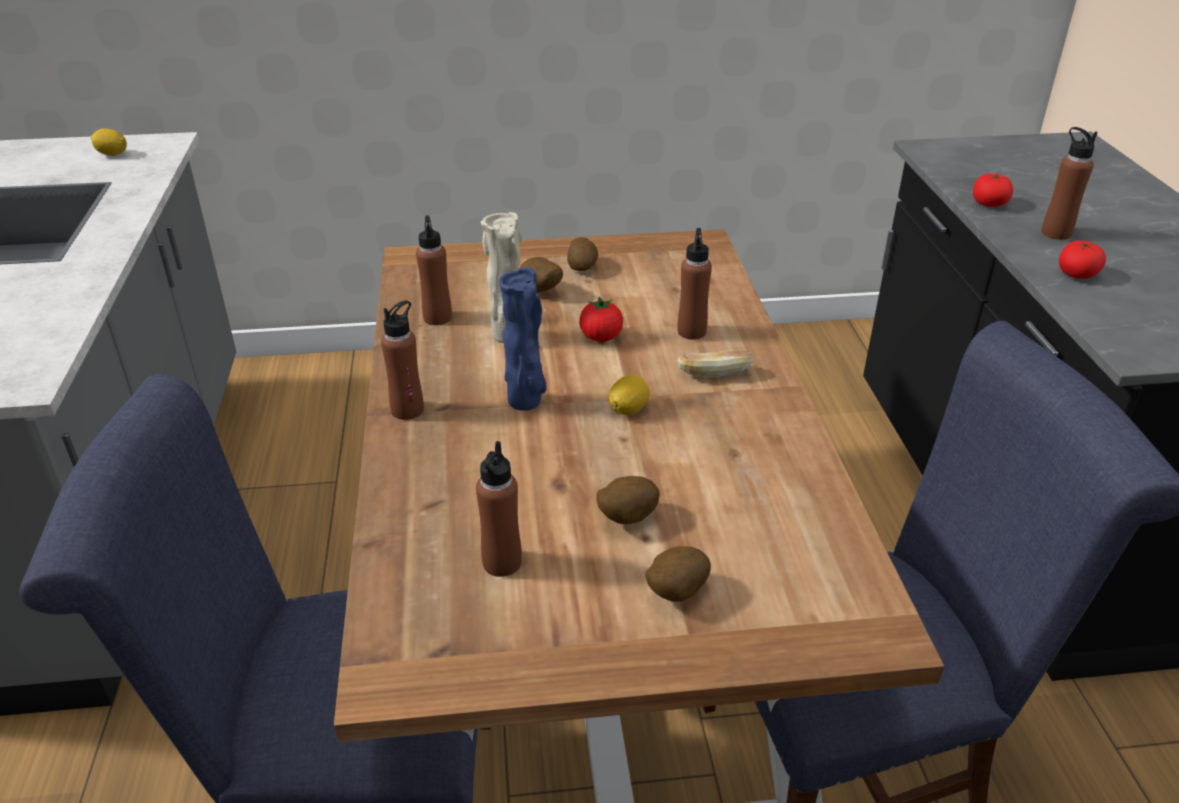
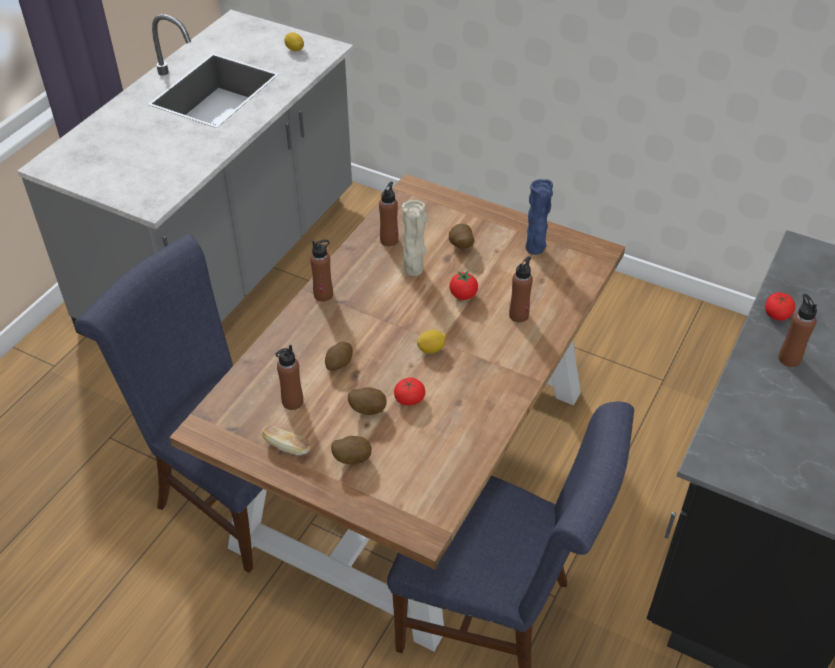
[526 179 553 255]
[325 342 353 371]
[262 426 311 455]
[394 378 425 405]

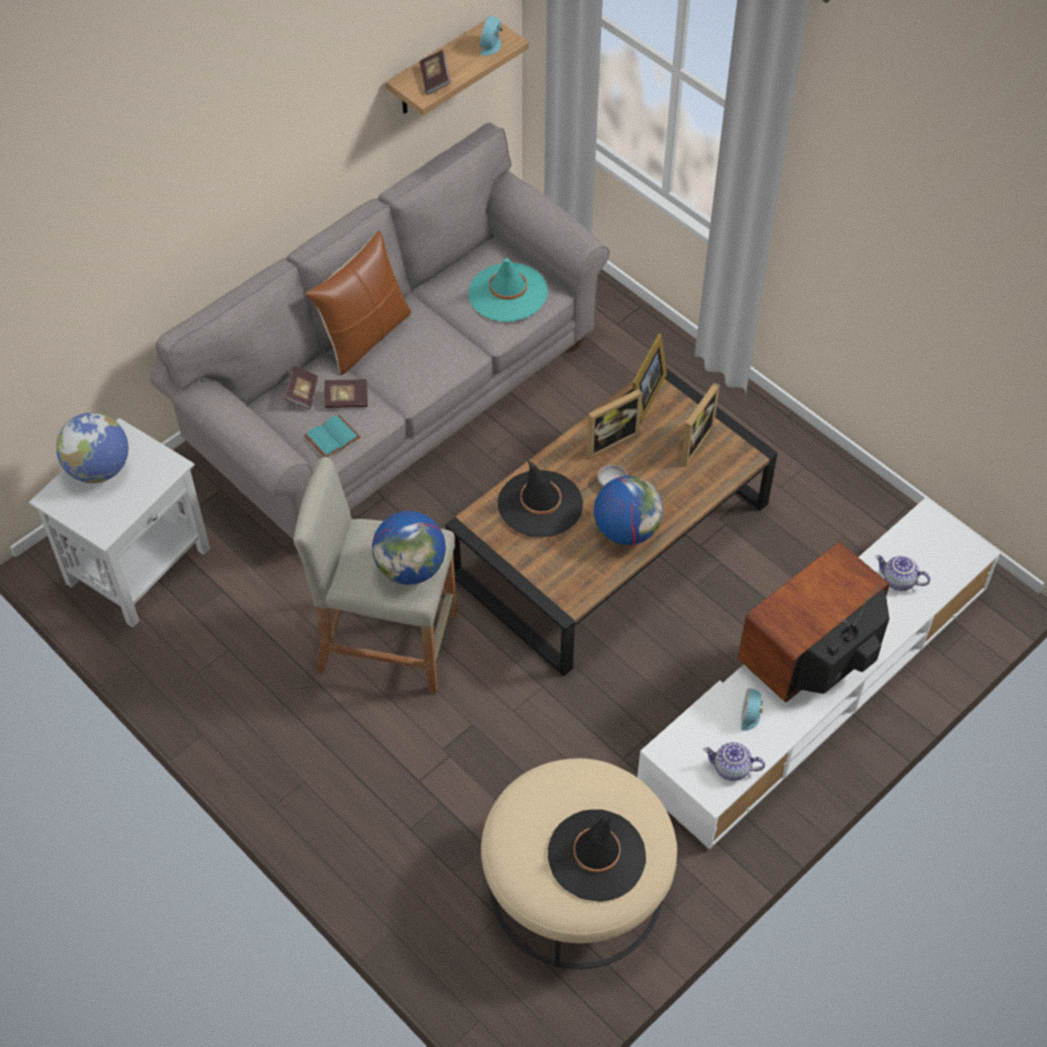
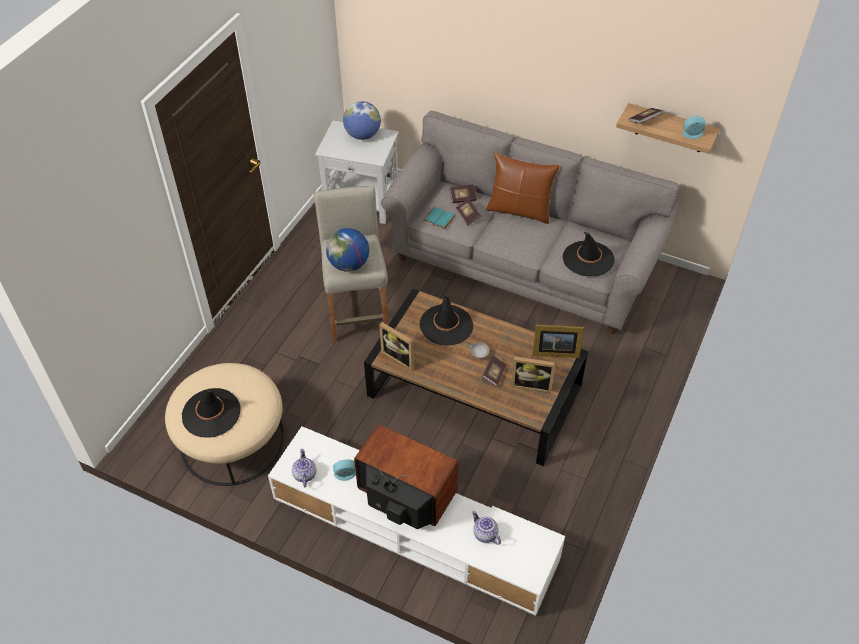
[594 476 663 545] (first image)
[481 355 506 386]
[379 322 414 371]
[563 231 615 276]
[472 511 501 545]

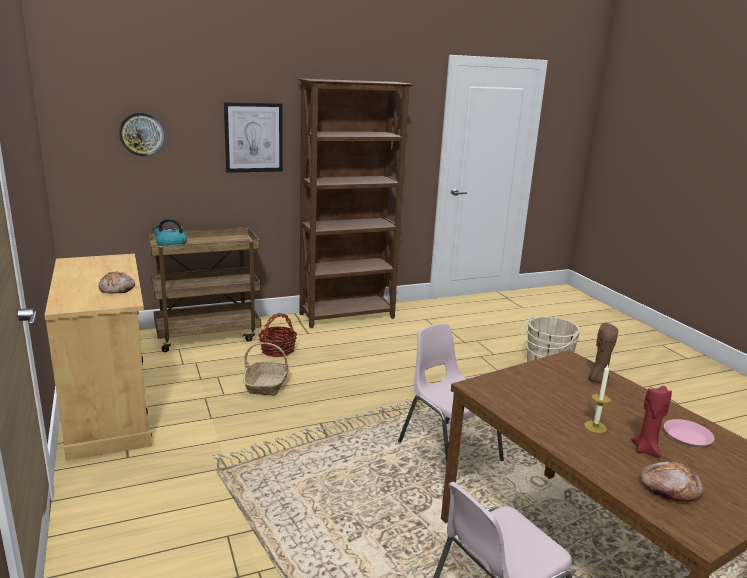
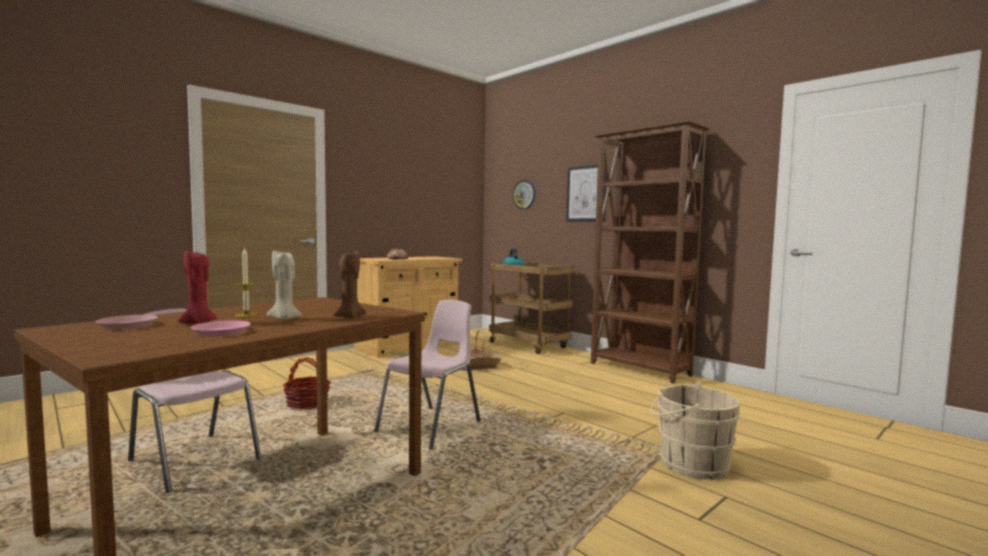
[267 249 302 320]
[283 357 331 409]
[96 315 158 329]

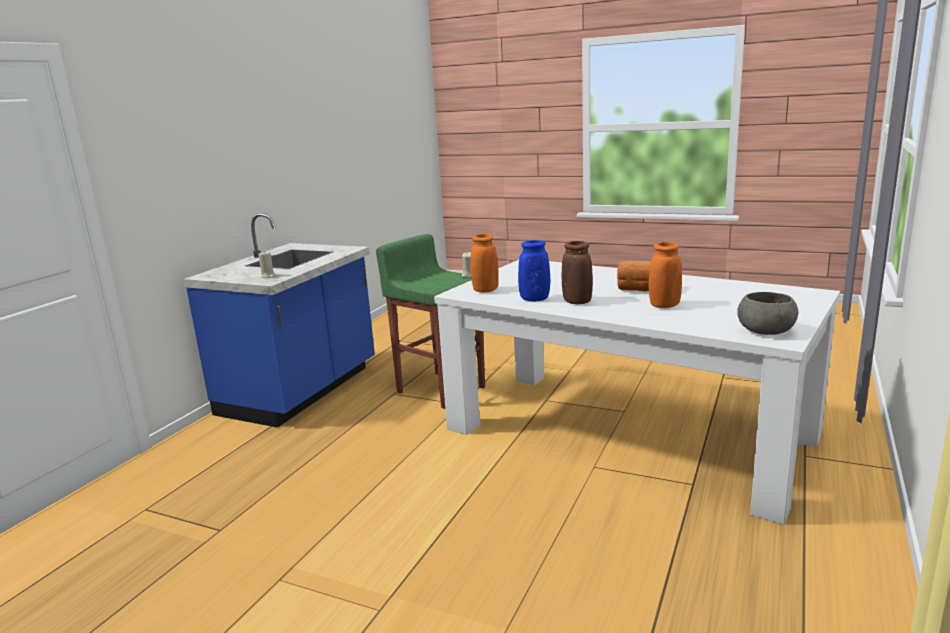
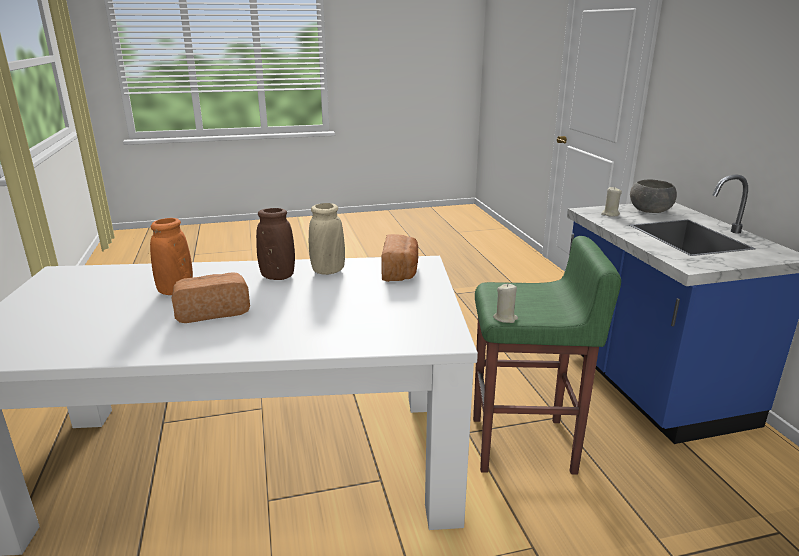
[630 180 677 213]
[381 234 419 282]
[309 203 345 275]

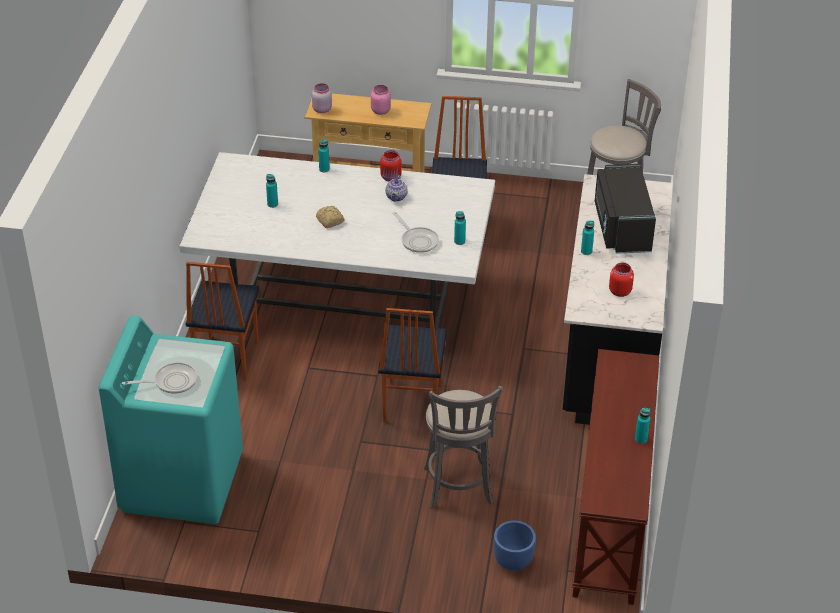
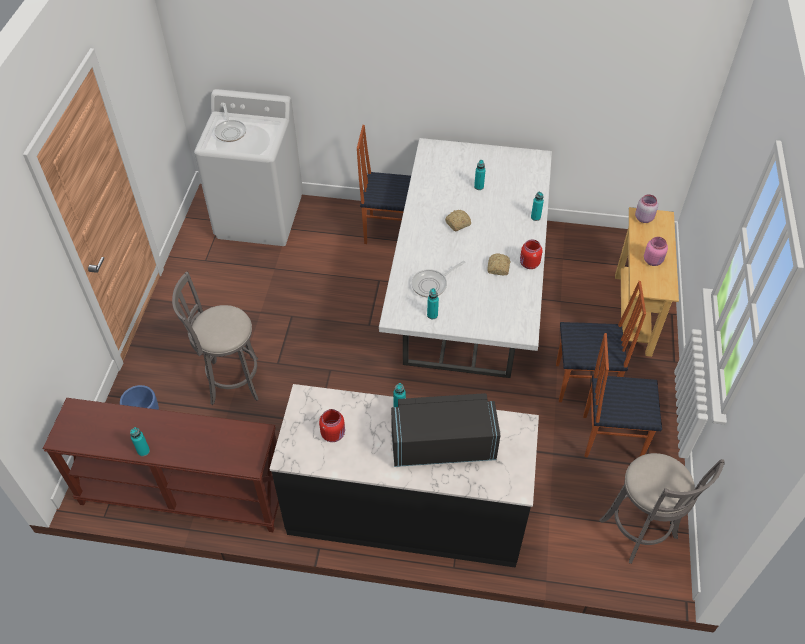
[583 333 662 457]
[488 253 511 275]
[194 89 303 246]

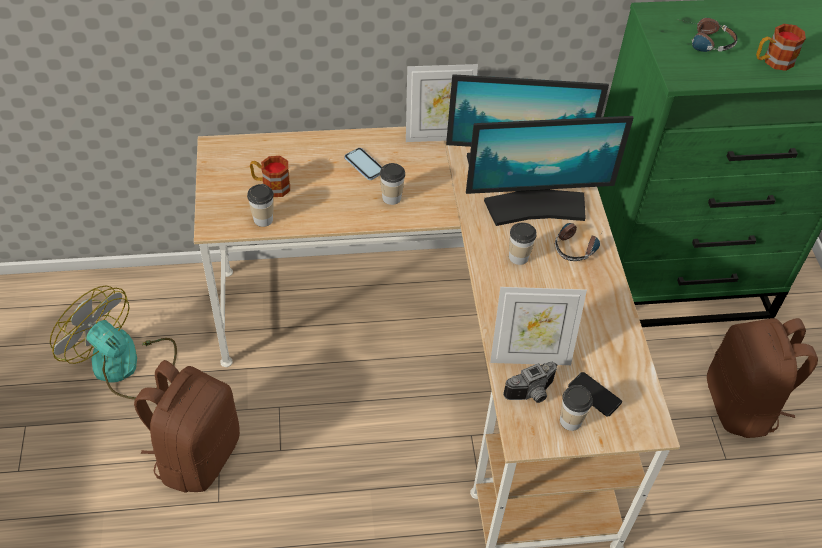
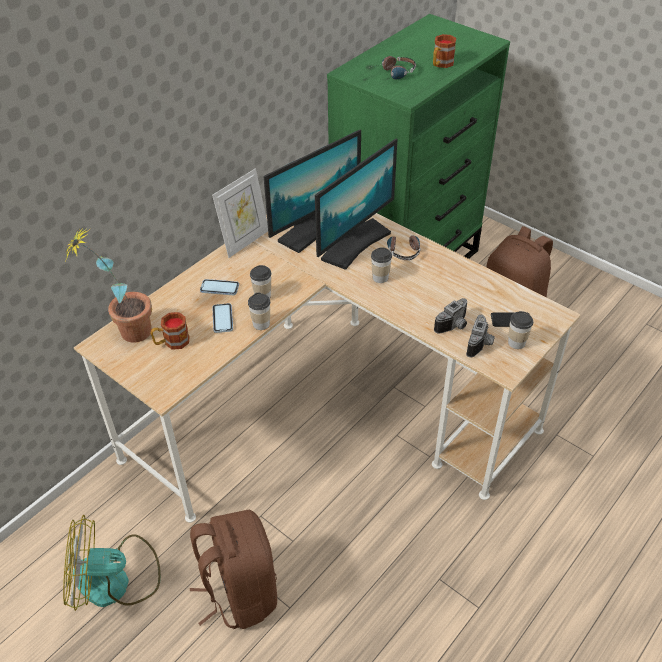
[66 227 152 343]
[212 303 233 333]
[248 293 270 330]
[434 298 467 334]

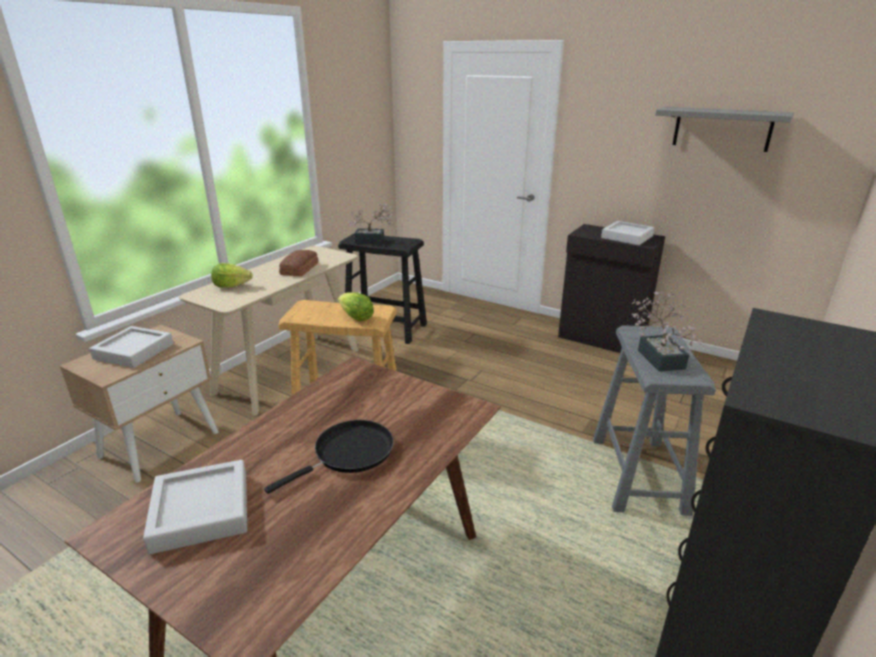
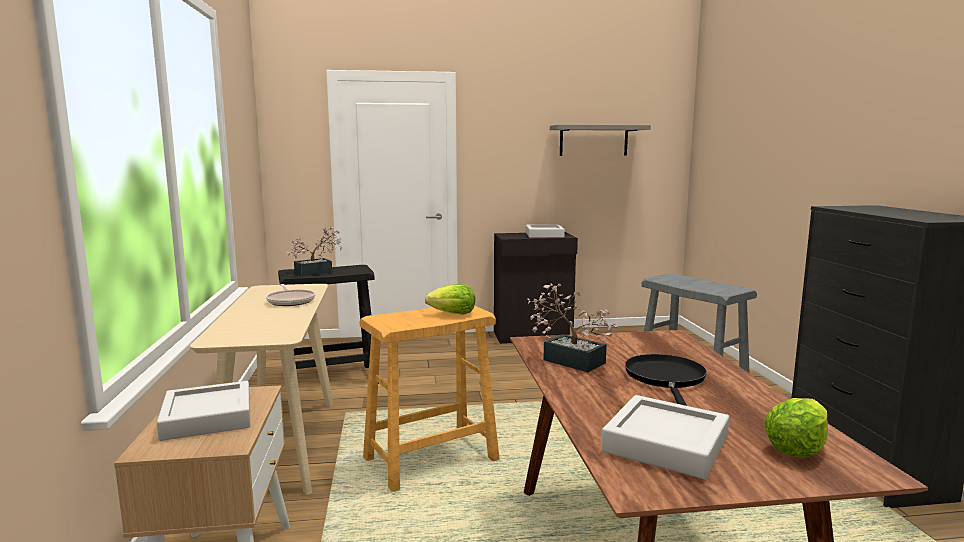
[764 398 828 457]
[527 283 619 372]
[266 284 315 306]

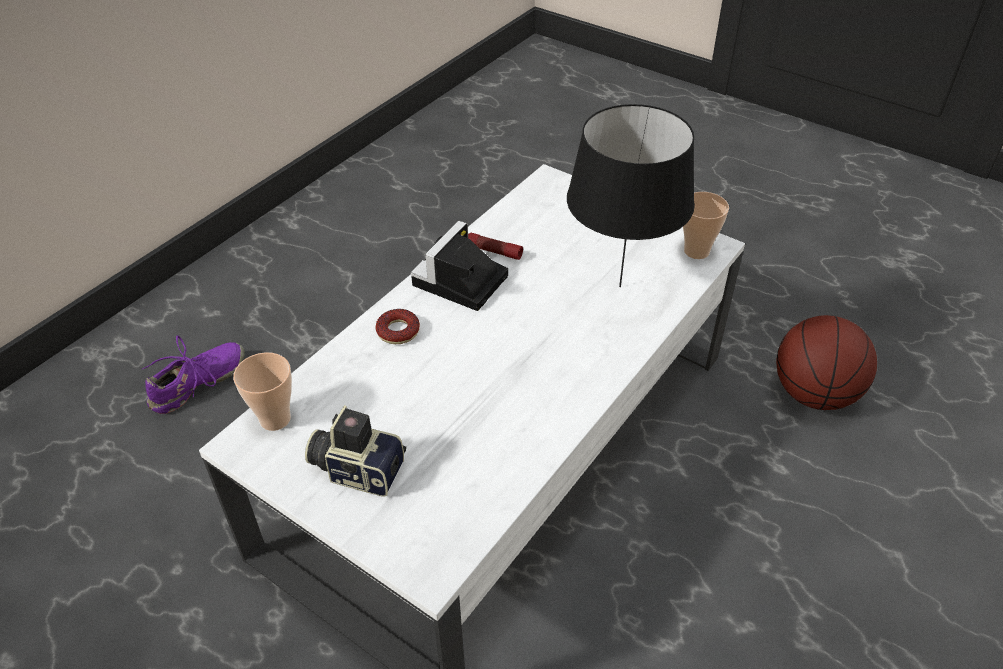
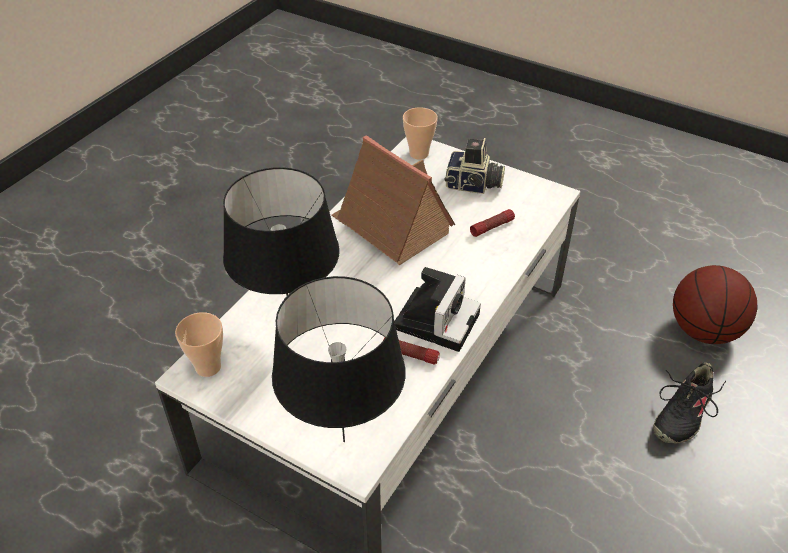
[376 309 420 344] (first image)
[272 276 406 442]
[332 135 455 265]
[470 209 515 237]
[403 107 438 159]
[673 265 757 344]
[653 363 726 444]

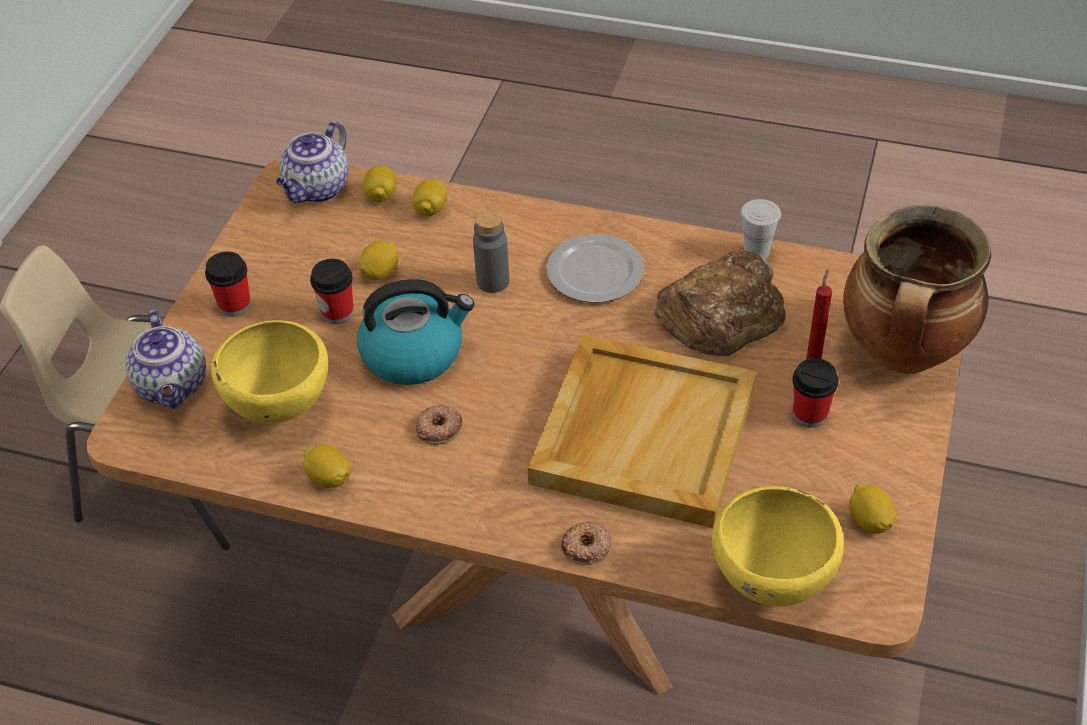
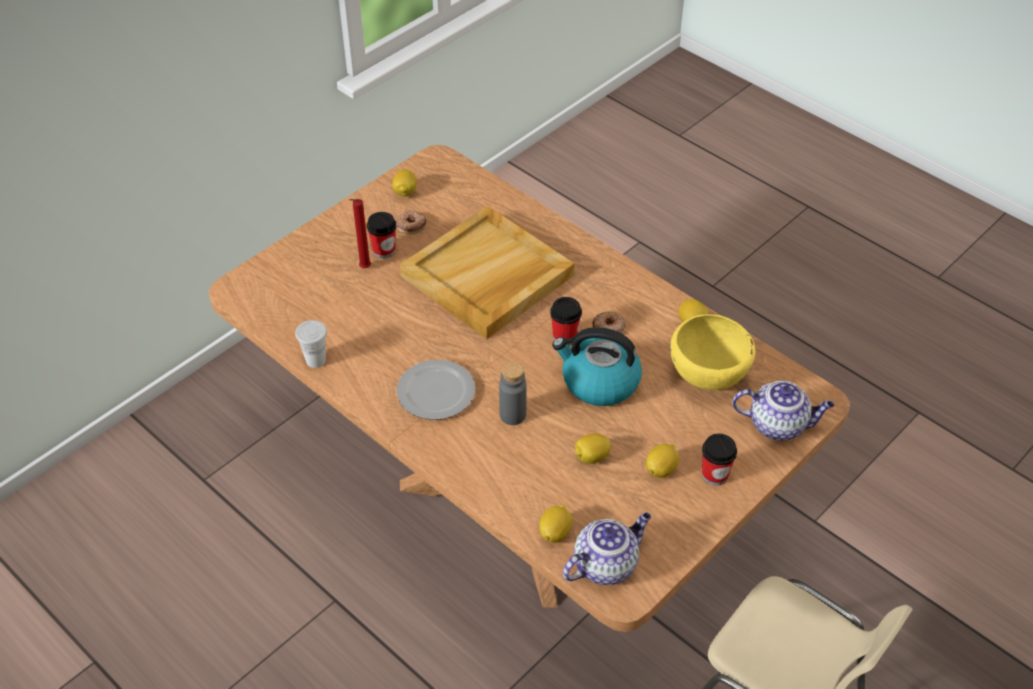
[655 250 786 356] (first image)
[712 486 844 607] (first image)
[843 205 991 374] (first image)
[550 297 582 346]
[646 444 679 478]
[396 211 427 234]
[732 381 834 440]

